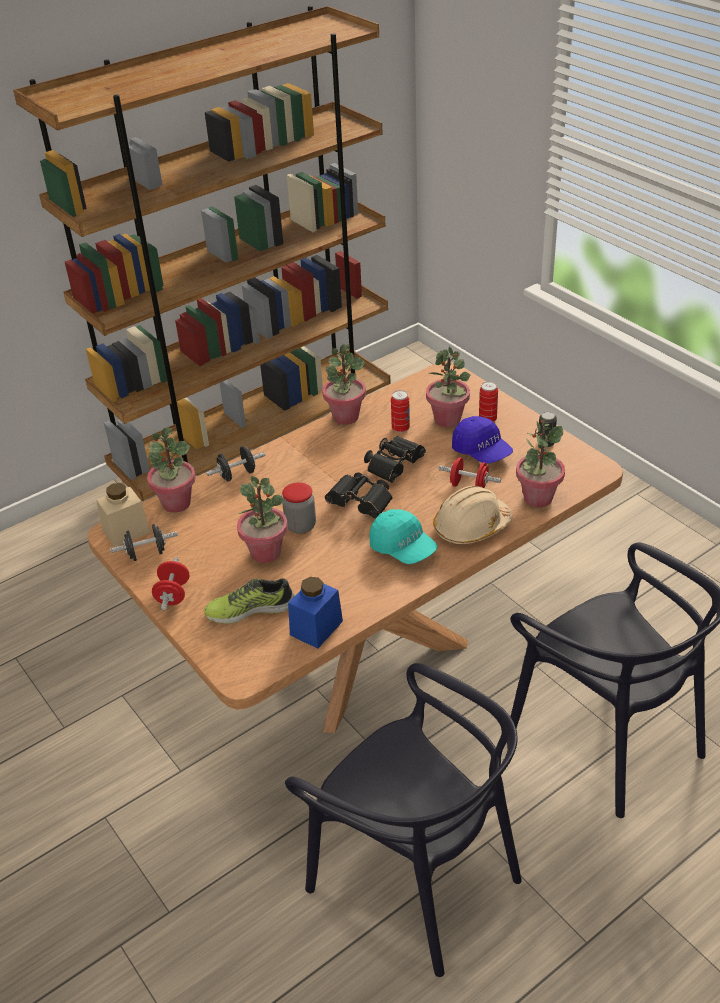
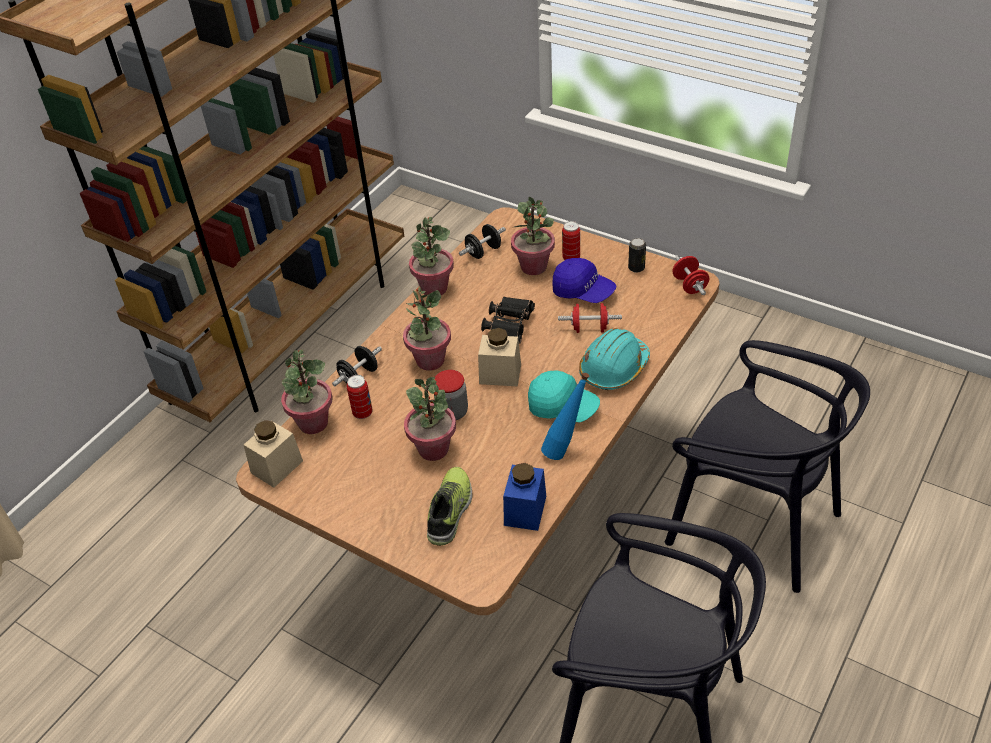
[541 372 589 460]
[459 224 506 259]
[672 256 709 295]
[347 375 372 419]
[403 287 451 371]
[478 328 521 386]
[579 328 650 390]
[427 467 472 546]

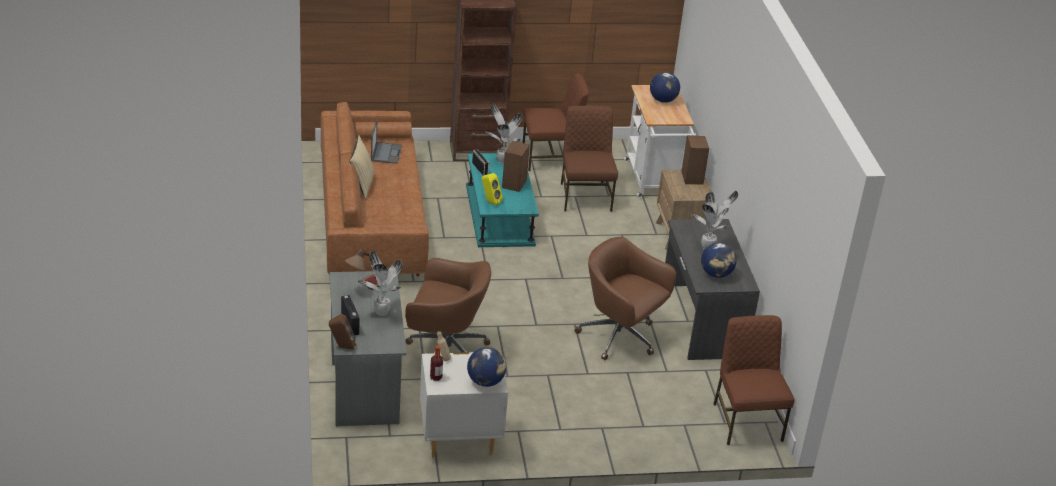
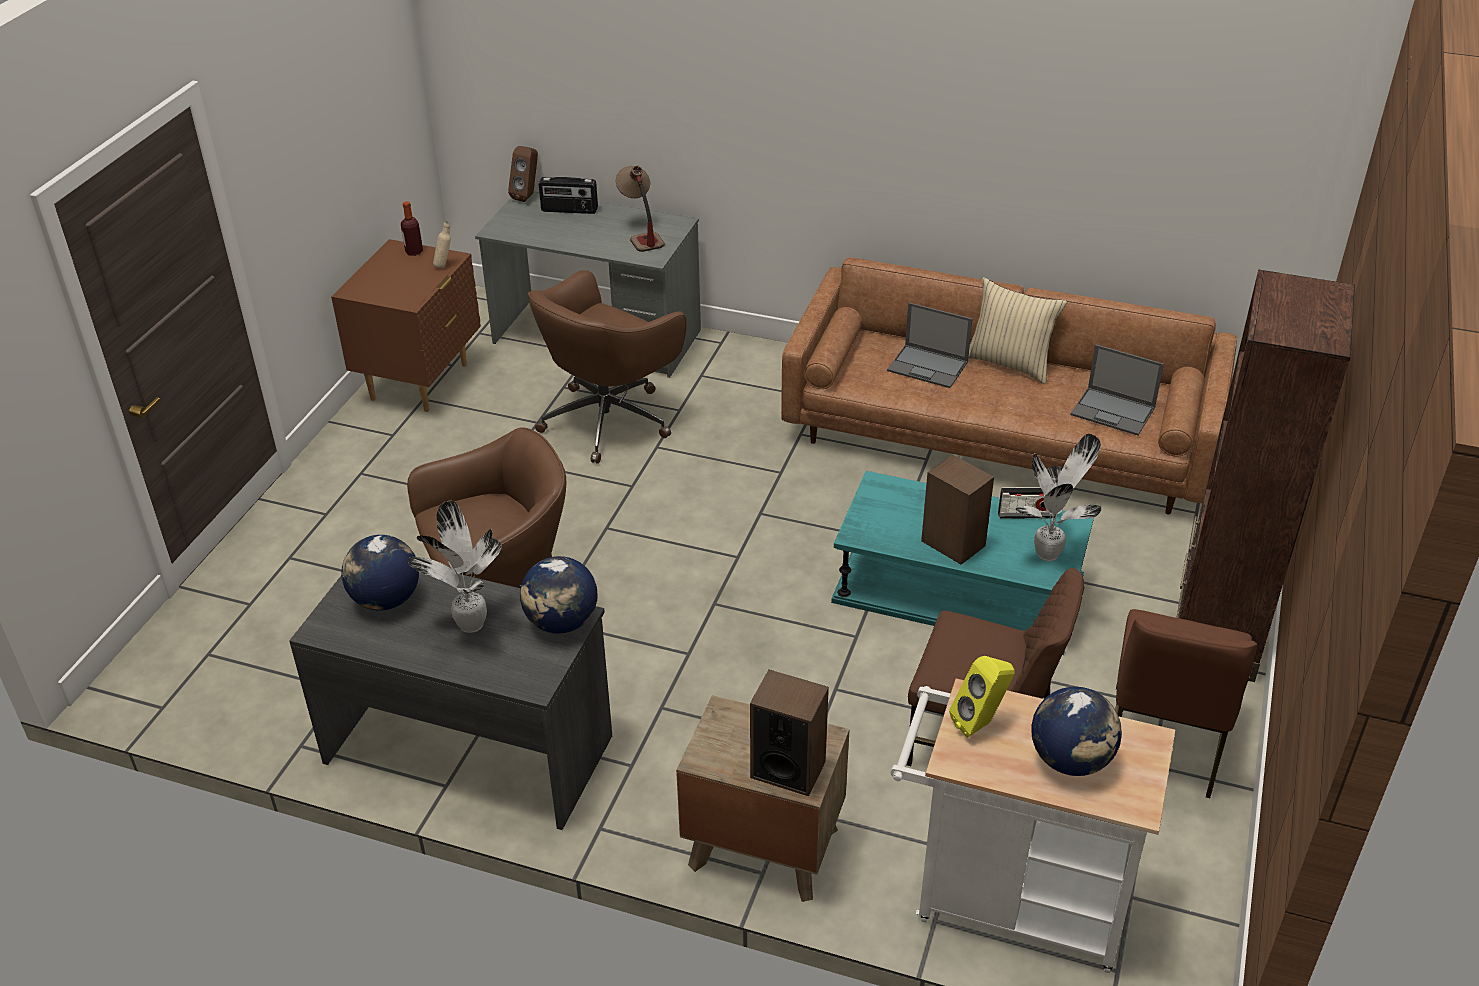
[358 251 402 316] (first image)
[713 315 794 445] (first image)
[887 302 972 388]
[520 556 598 634]
[949 656 1014 738]
[331 239 481 412]

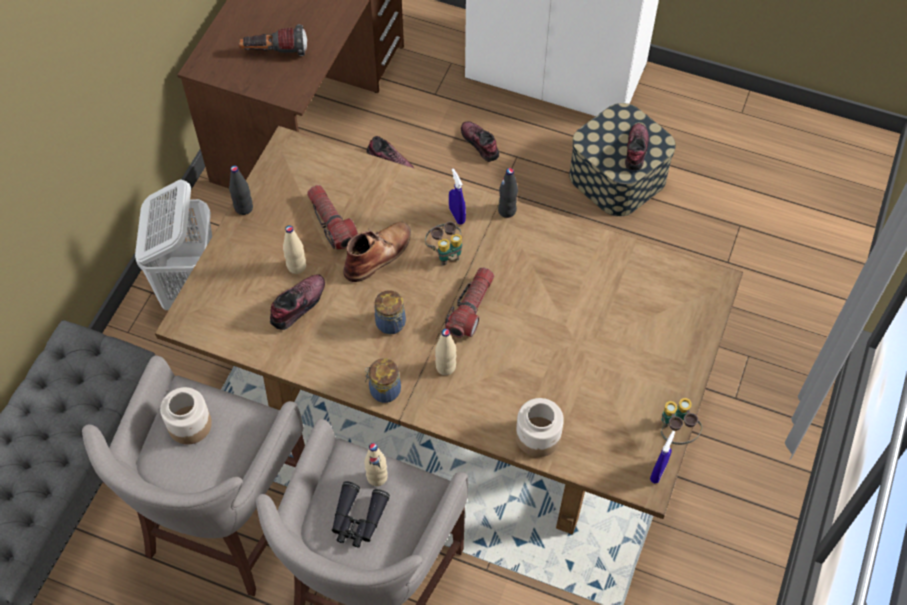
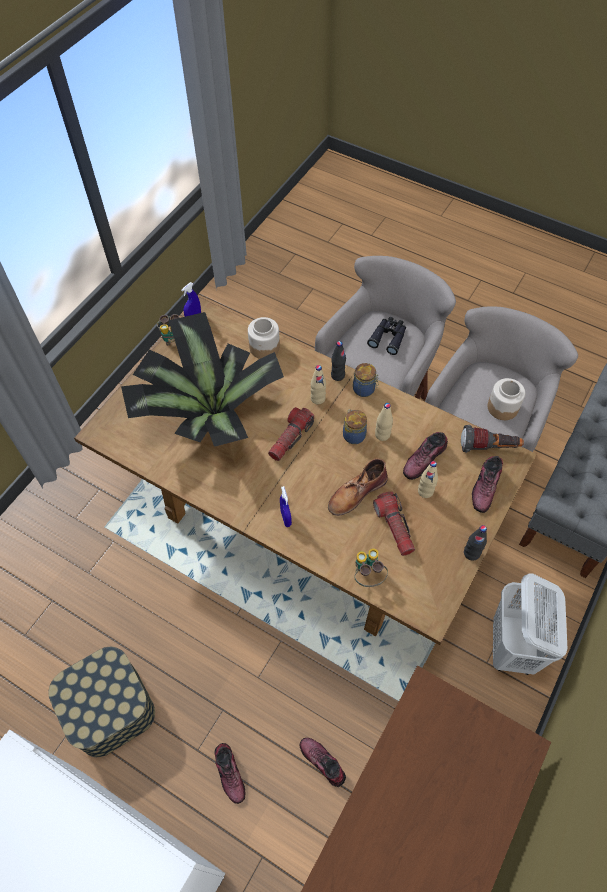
[121 312 284 447]
[461 425 524 453]
[375 403 393 441]
[355 548 388 587]
[331 341 346 381]
[472 456 503 513]

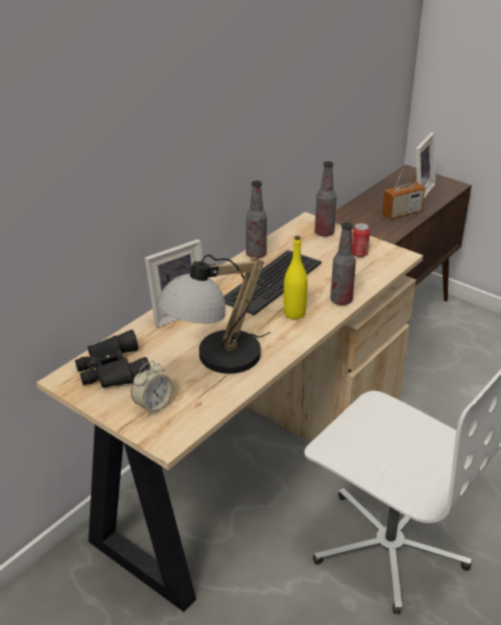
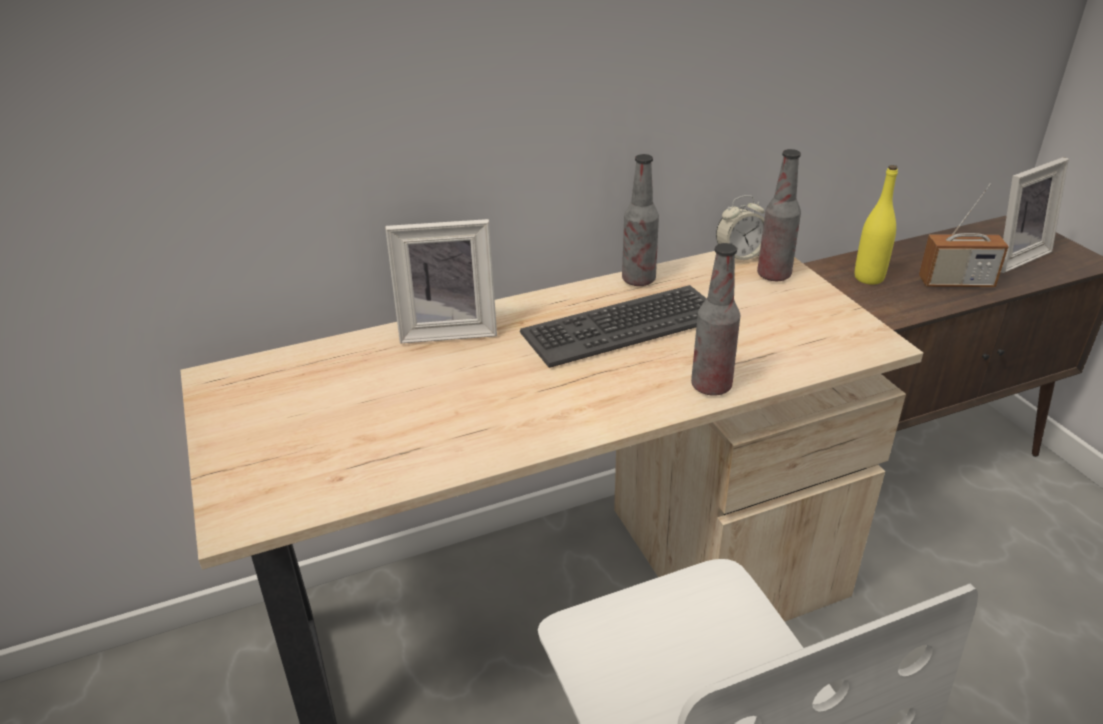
[75 330 150 388] (first image)
[158 255 271 374] (first image)
[352 223 370 257] (first image)
[716 195 765 260]
[855 165 898 285]

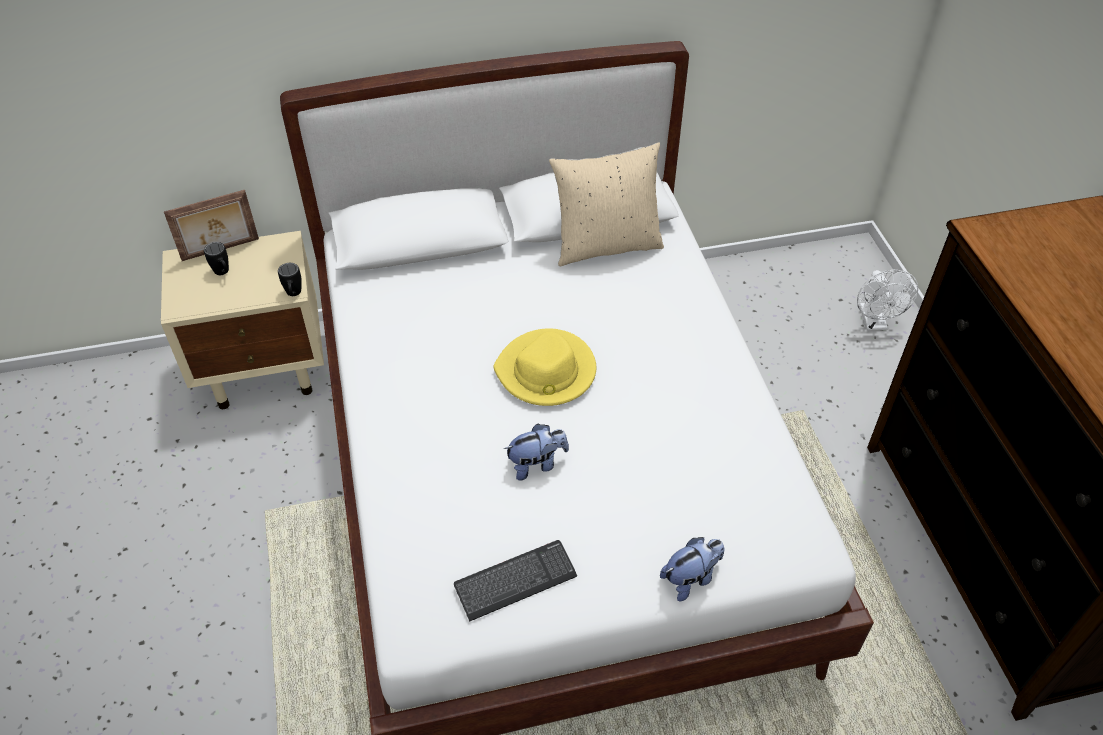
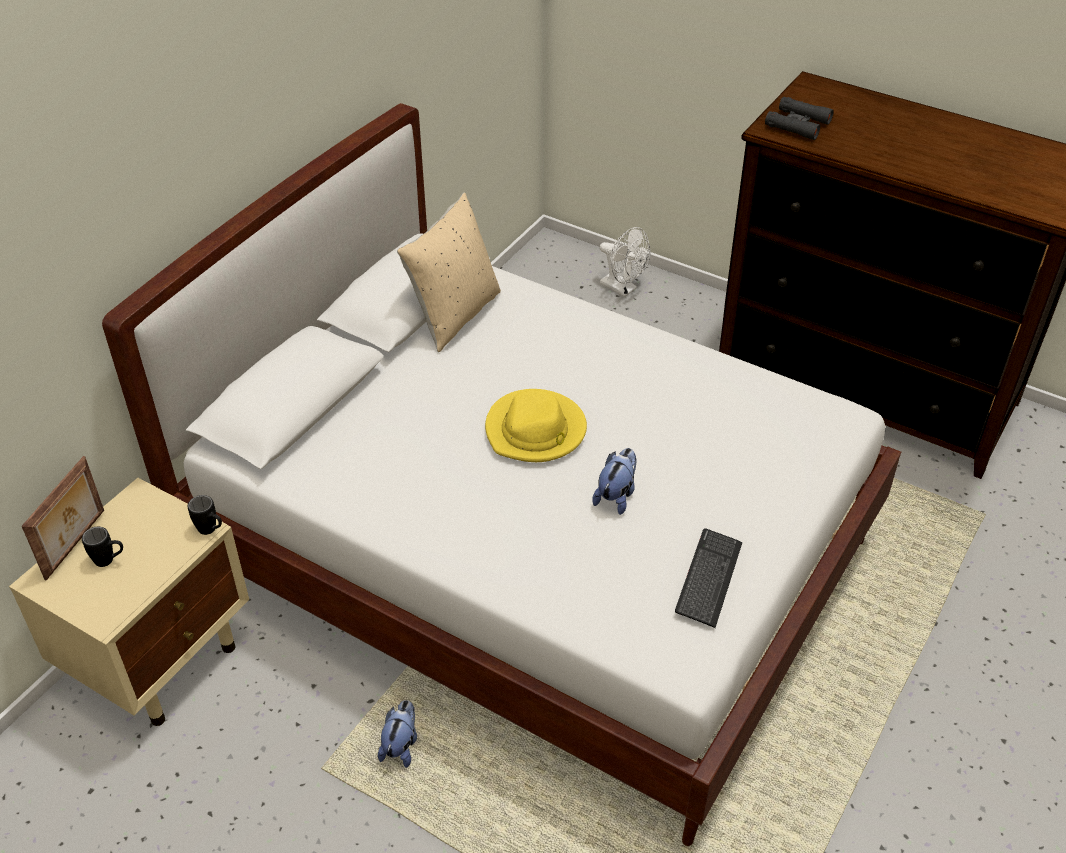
[765 97 834 140]
[378 700 417 768]

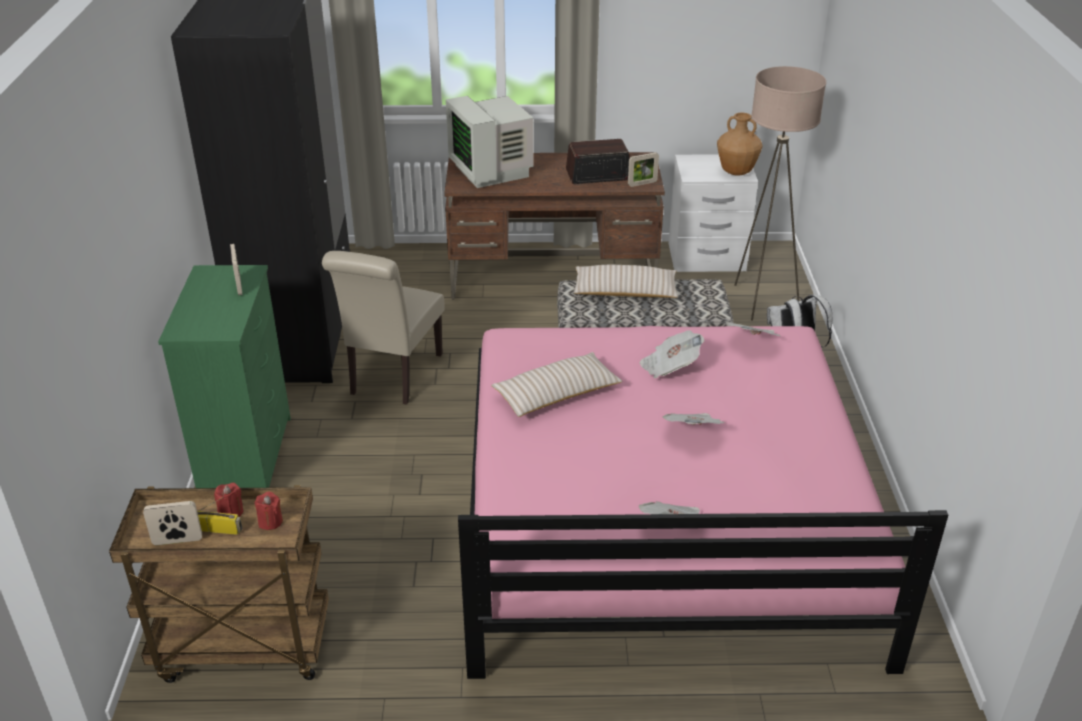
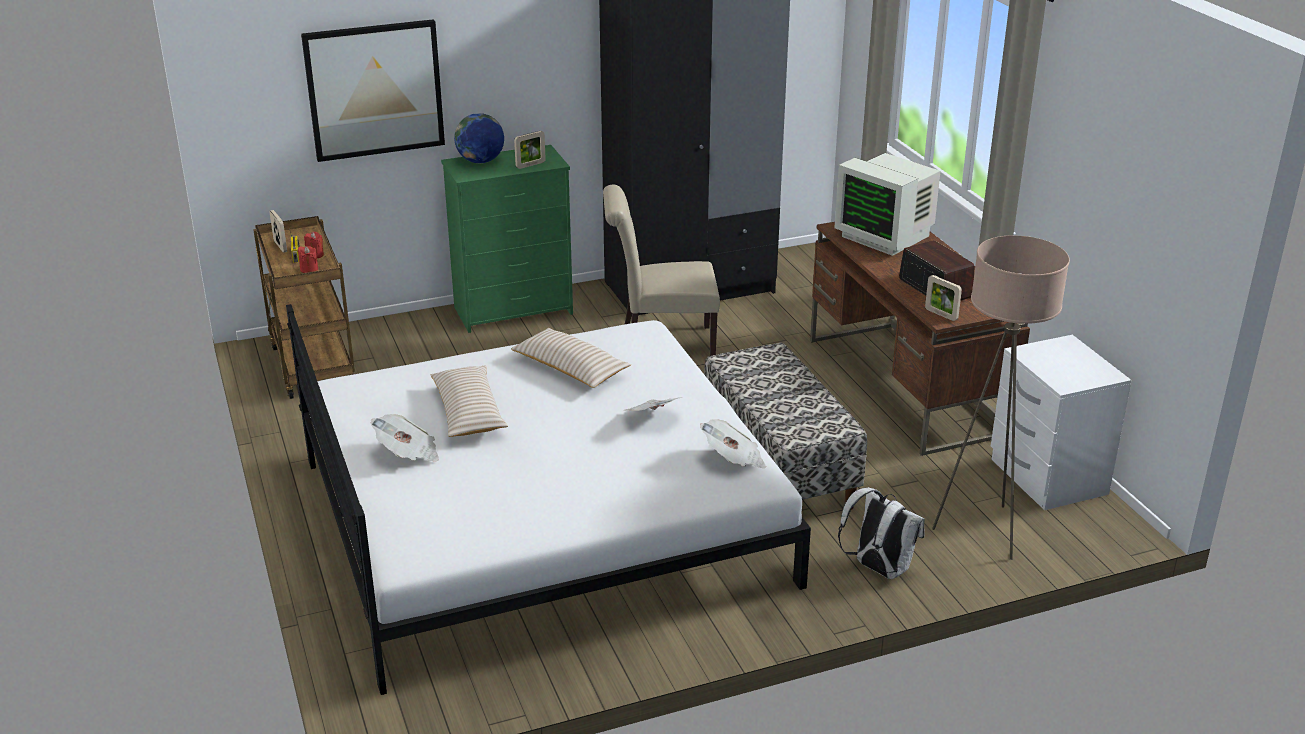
[662 413 725 425] (first image)
[717 113 763 175] (first image)
[301 19 445 162]
[454 113 504 163]
[431 366 508 437]
[286 304 811 695]
[834 153 941 256]

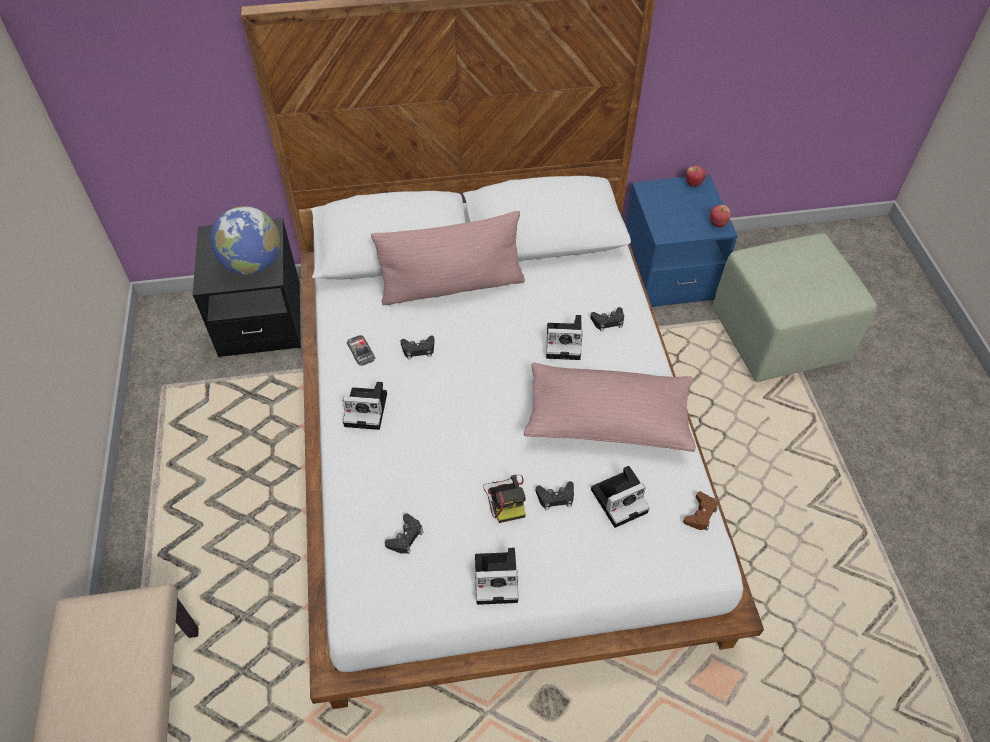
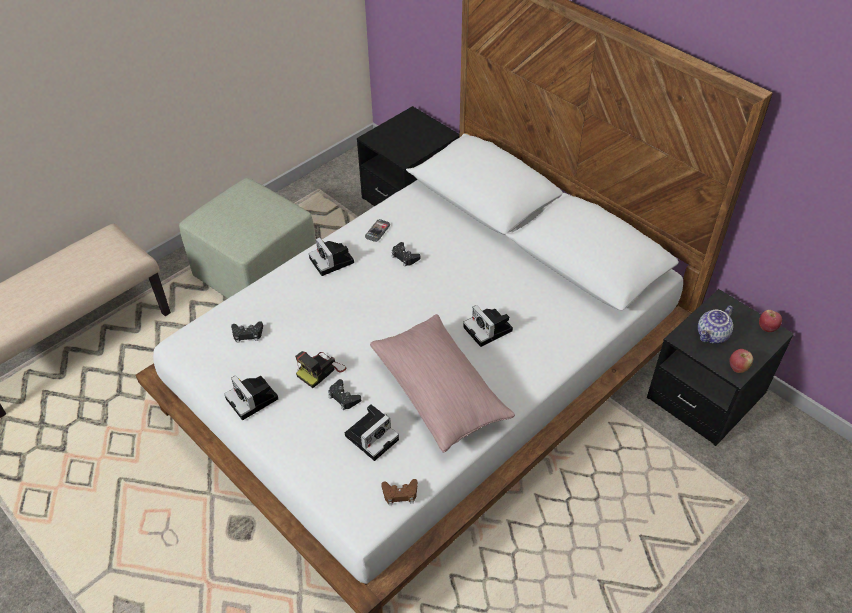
[210 206 280 275] (first image)
[371 211 525 305] (first image)
[590 307 624 331] (first image)
[698 305 733 344]
[179 178 316 298]
[647 289 794 446]
[345 404 399 461]

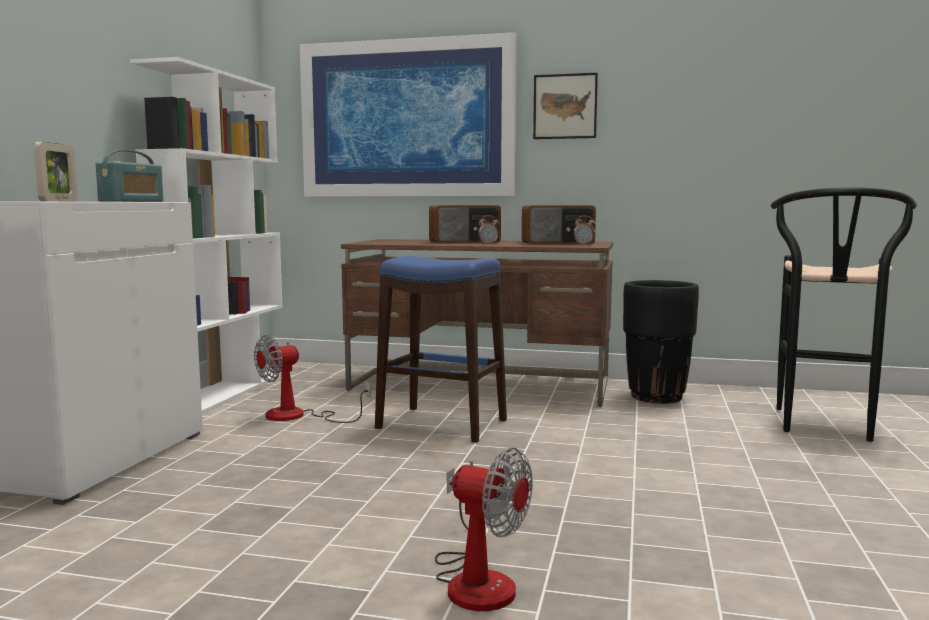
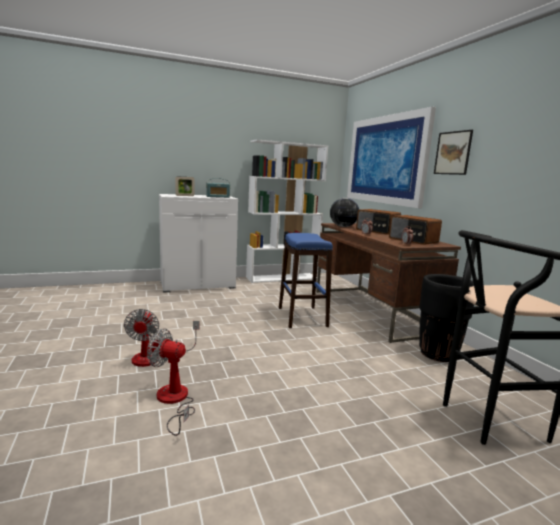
[330 198 359 227]
[147 328 195 436]

